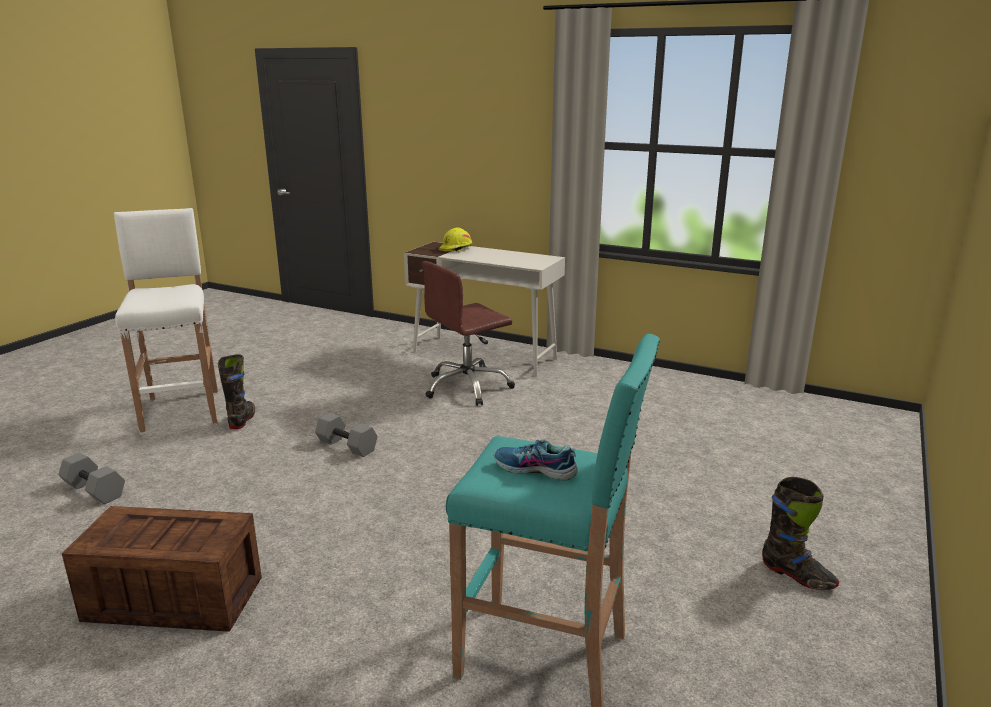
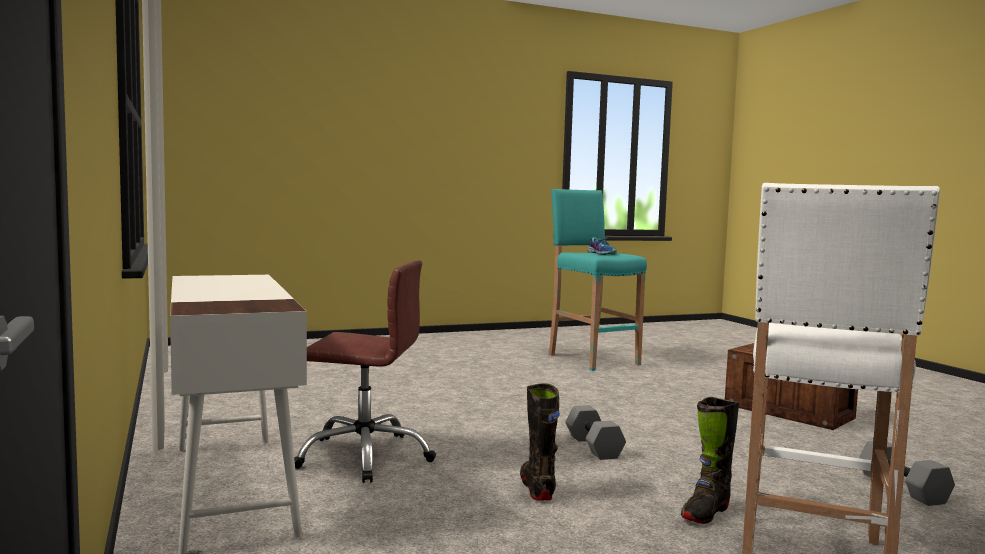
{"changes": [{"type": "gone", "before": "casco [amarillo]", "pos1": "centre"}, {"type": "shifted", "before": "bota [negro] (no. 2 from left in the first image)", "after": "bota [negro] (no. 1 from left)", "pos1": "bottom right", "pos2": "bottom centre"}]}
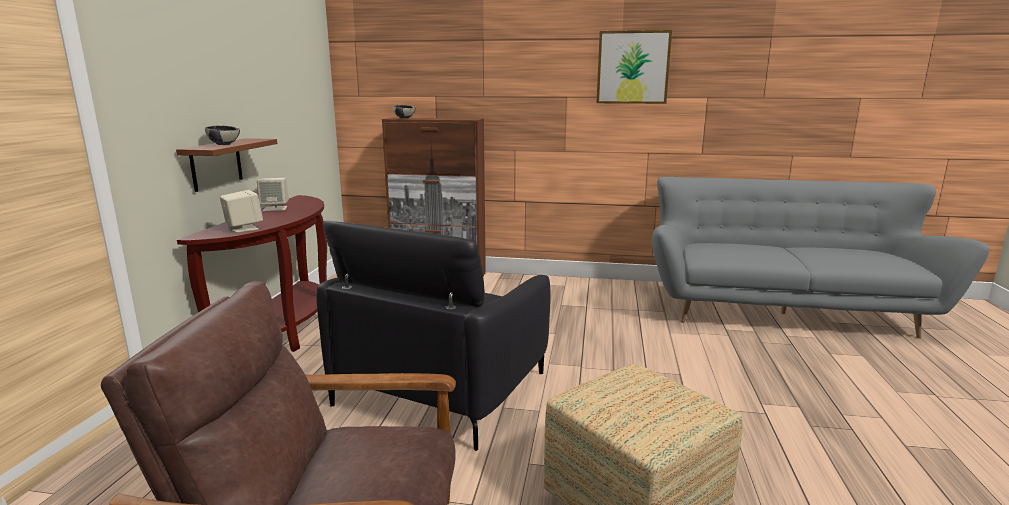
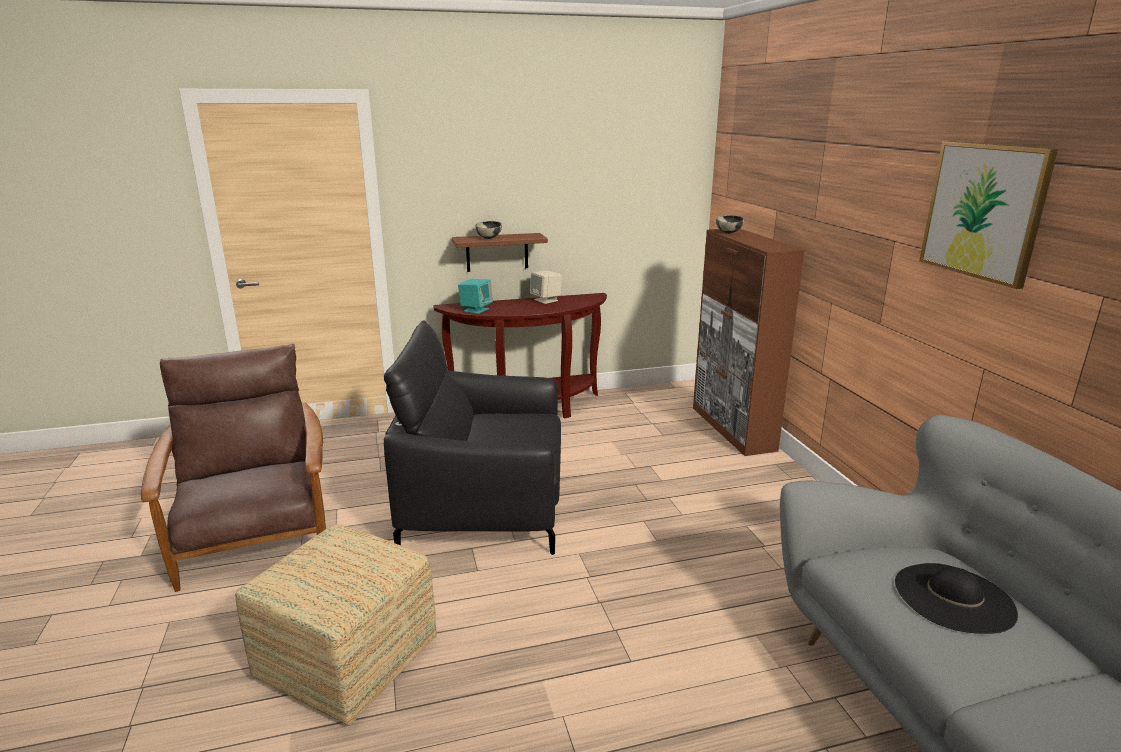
{"changes": [{"type": "new", "after": "sombrero [negro]", "pos2": "bottom right"}, {"type": "repainted", "before": "altavoz [beis] (no. 1 from left)", "after": "altavoz [turquesa]", "pos1": "middle left", "pos2": "centre"}]}
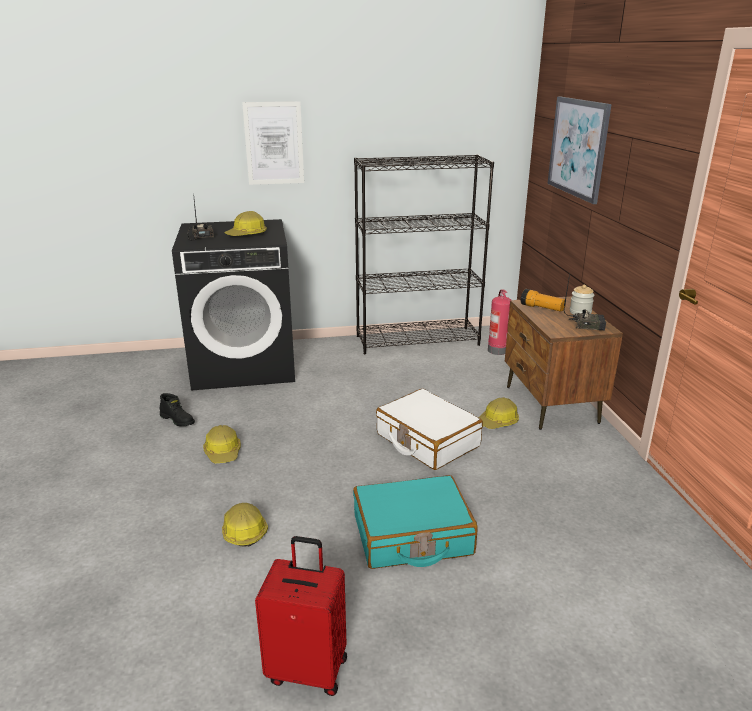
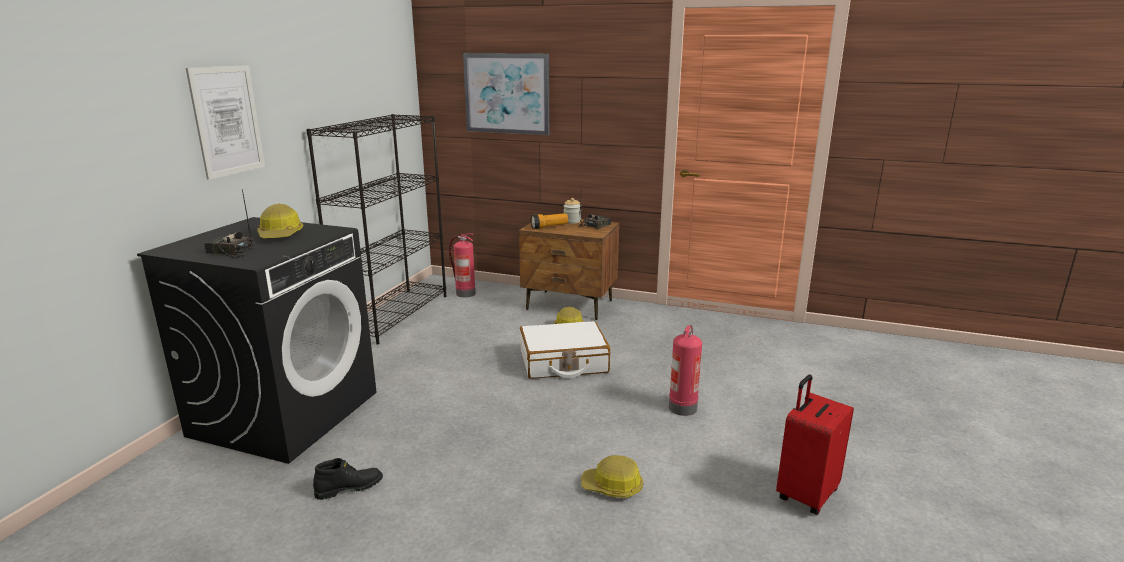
{"changes": [{"type": "gone", "before": "casco (no. 1 from left)", "pos1": "middle left"}, {"type": "swapped", "before": "maleta [turquesa]", "after": "extintor (no. 2 from left)", "pos1": "bottom centre", "pos2": "centre"}]}
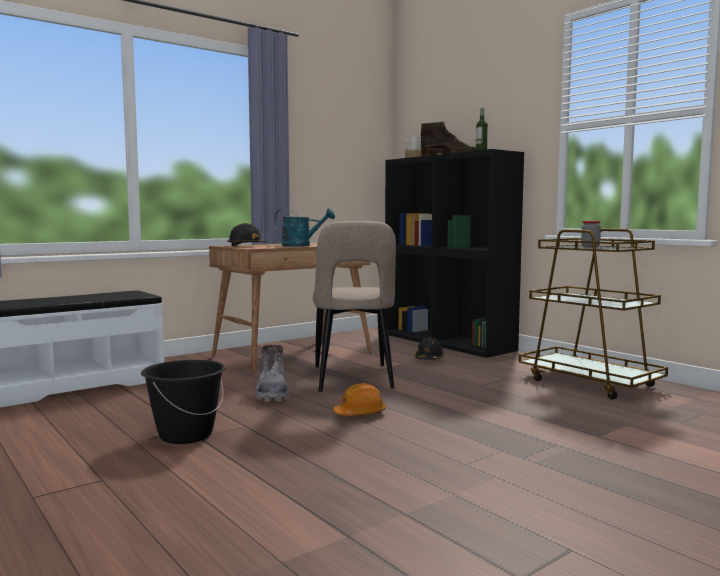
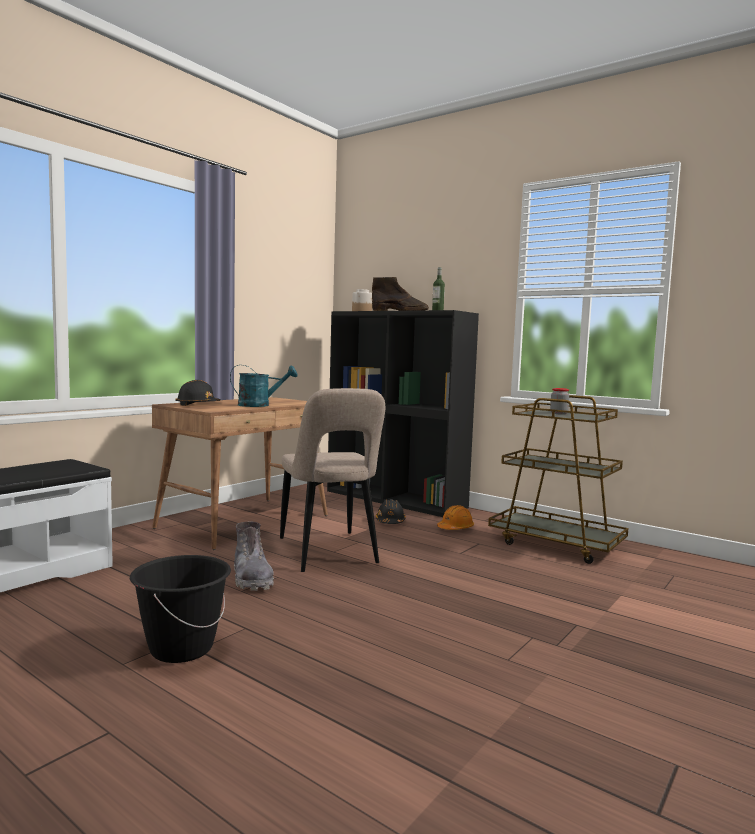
{"changes": [{"type": "shifted", "before": "casco [naranja]", "pos1": "bottom centre", "pos2": "centre"}]}
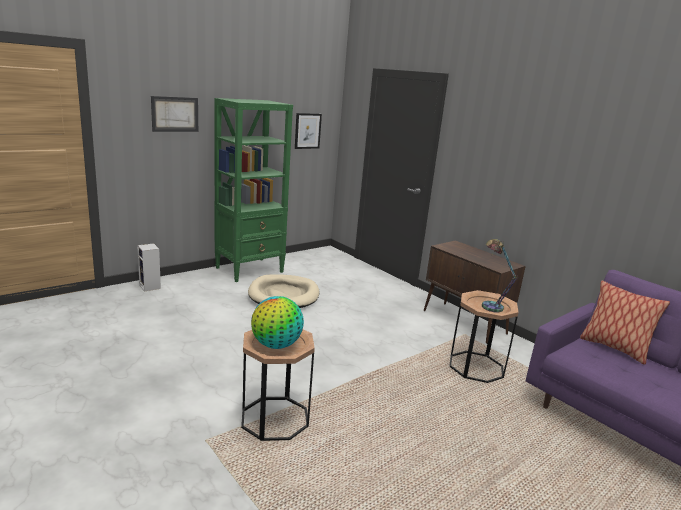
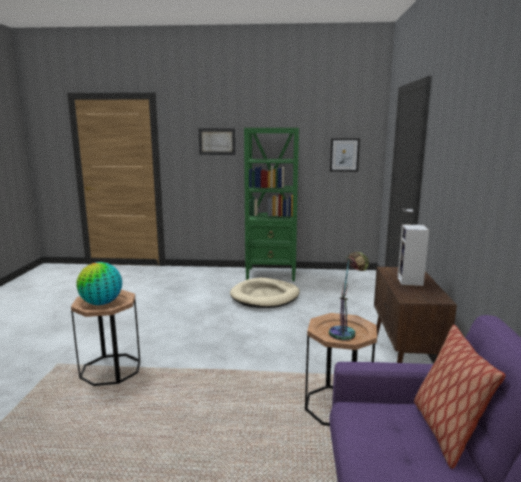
{"changes": [{"type": "shifted", "before": "altavoz", "pos1": "middle left", "pos2": "middle right"}]}
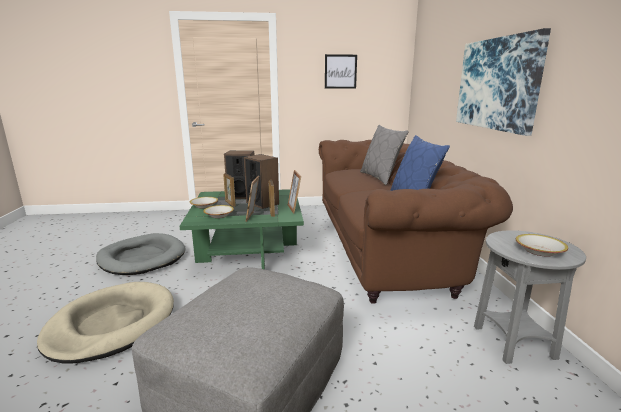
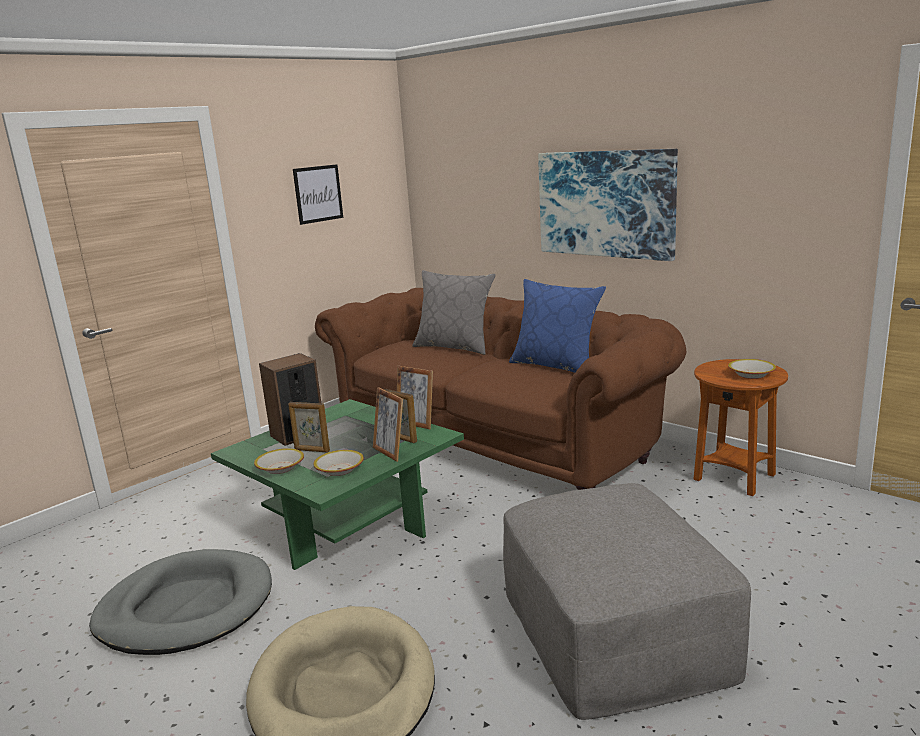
{"changes": [{"type": "gone", "before": "altavoz (no. 2 from left)", "pos1": "centre"}, {"type": "repainted", "before": "mesa auxiliar [gris]", "after": "mesa auxiliar [marrón]", "pos1": "bottom right", "pos2": "middle right"}]}
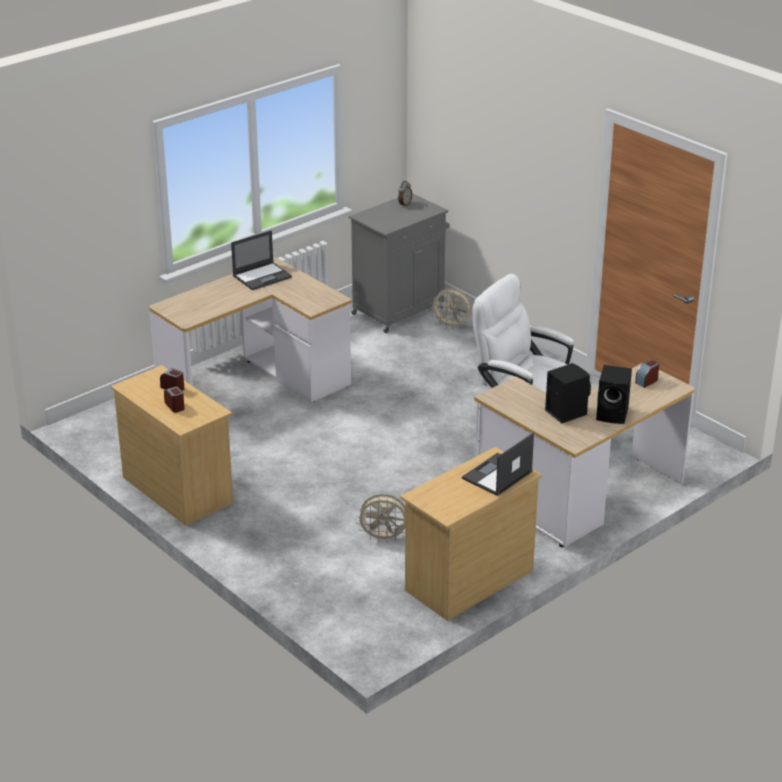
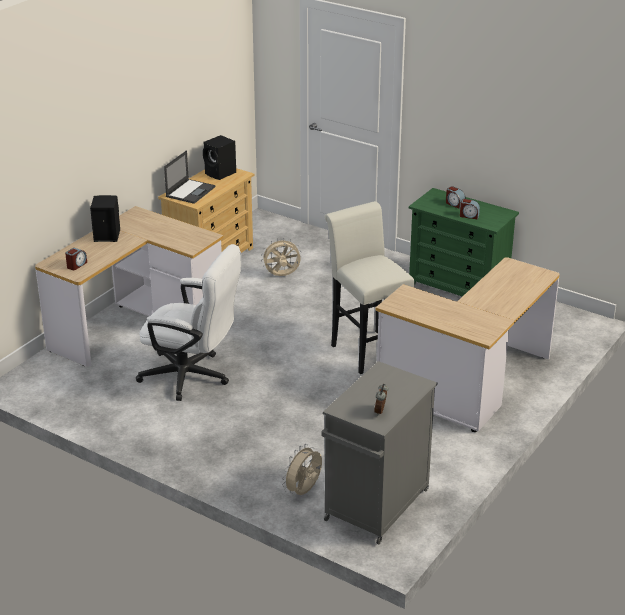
{"changes": [{"type": "gone", "before": "portátil (no. 1 from left)", "pos1": "top centre"}, {"type": "new", "after": "taburete [blanco]", "pos2": "centre"}, {"type": "shifted", "before": "altavoz [negro] (no. 1 from left in the first image)", "after": "altavoz [negro] (no. 2 from left)", "pos1": "middle right", "pos2": "top centre"}, {"type": "repainted", "before": "cómoda [beis] (no. 1 from left)", "after": "cómoda [verde]", "pos1": "middle left", "pos2": "middle right"}, {"type": "rotated", "before": "ventilador [beis] (no. 2 from left)", "pos1": "centre", "pos2": "bottom centre", "turn": -60}]}
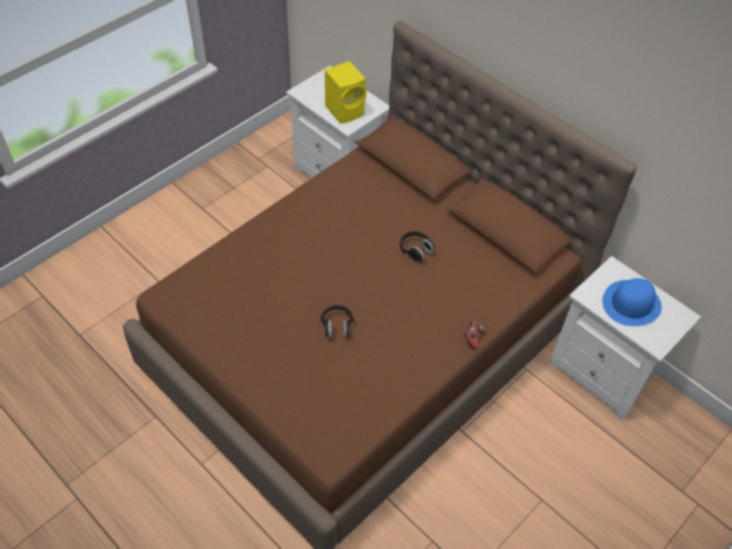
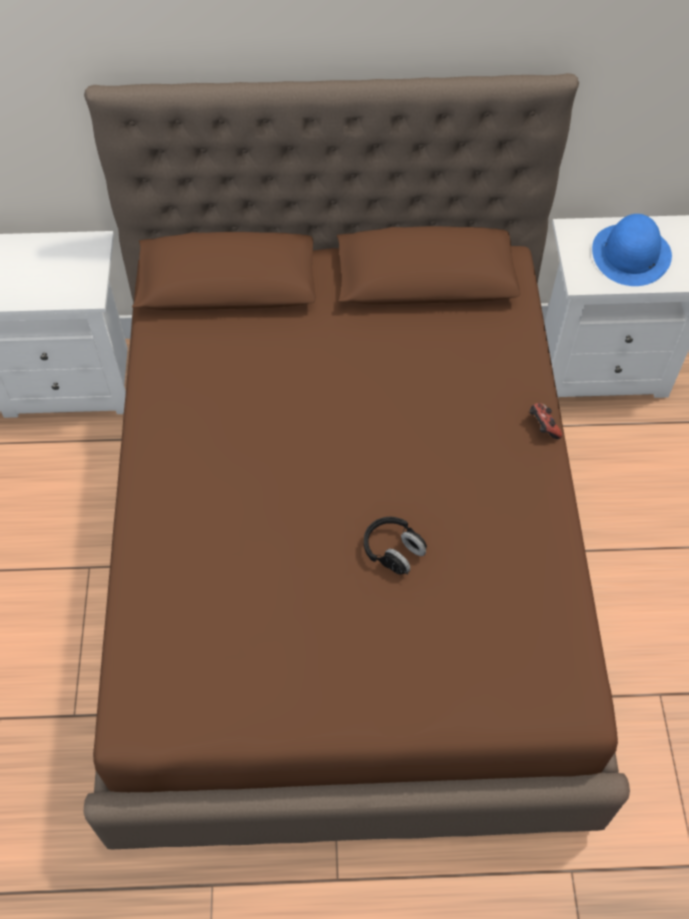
{"changes": [{"type": "gone", "before": "altavoz [amarillo]", "pos1": "top centre"}, {"type": "gone", "before": "auriculares [negro] (no. 2 from left)", "pos1": "centre"}]}
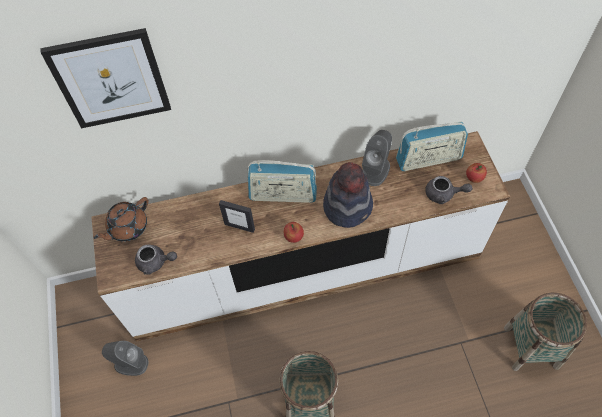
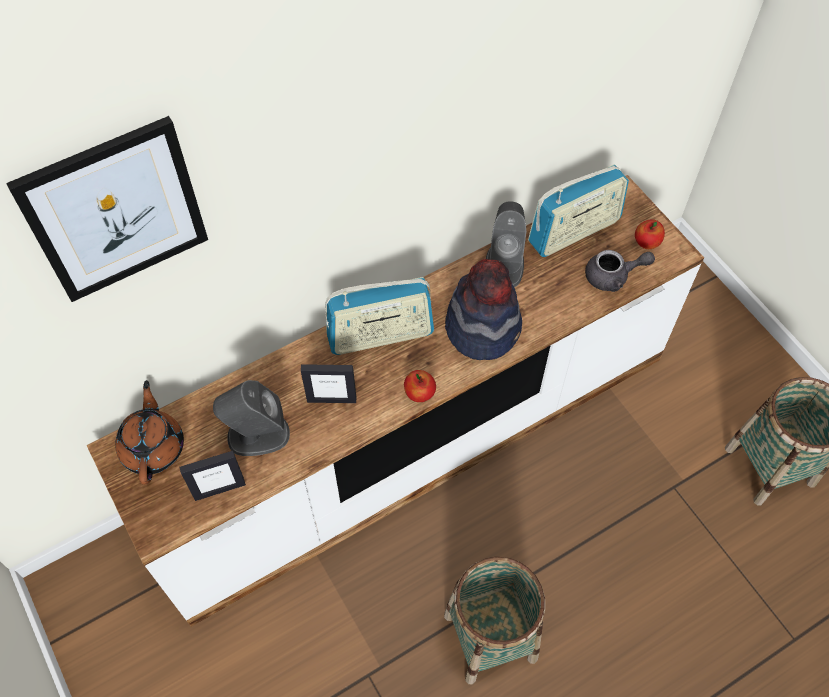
{"changes": [{"type": "shifted", "before": "altavoz [gris] (no. 1 from left)", "pos1": "bottom left", "pos2": "middle left"}, {"type": "swapped", "before": "tetera [gris] (no. 1 from left)", "after": "portarretratos (no. 1 from left)", "pos1": "middle left", "pos2": "bottom left"}, {"type": "rotated", "before": "tetera [marrón]", "pos1": "middle left", "pos2": "middle left", "turn": 150}]}
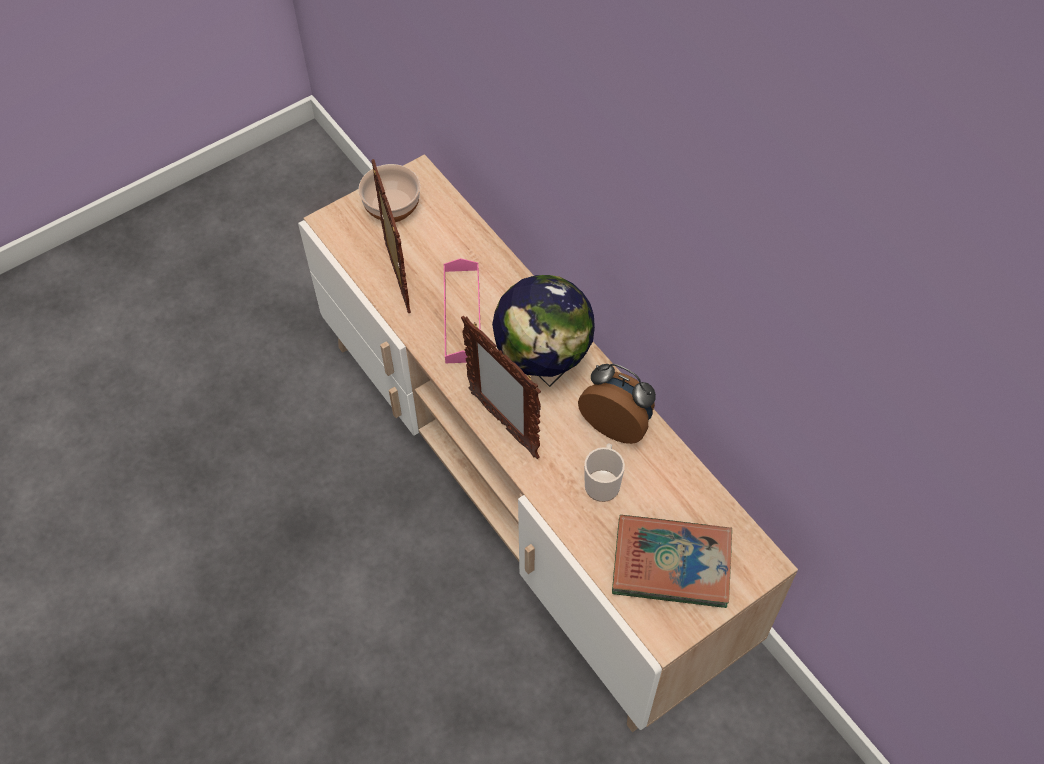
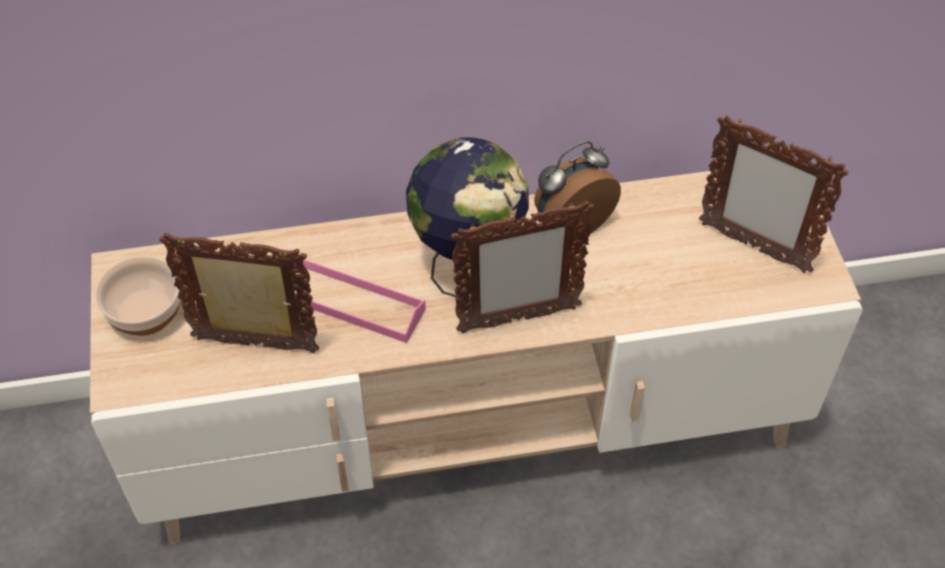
{"changes": [{"type": "gone", "before": "taza grande", "pos1": "centre"}, {"type": "swapped", "before": "libro", "after": "portarretratos (no. 3 from left)", "pos1": "bottom centre", "pos2": "middle right"}]}
